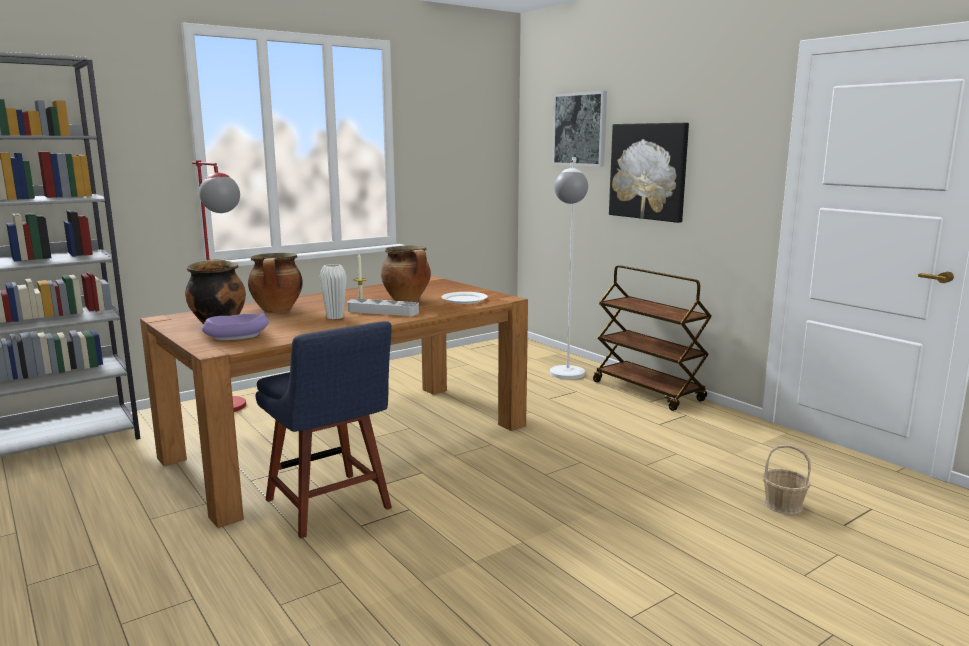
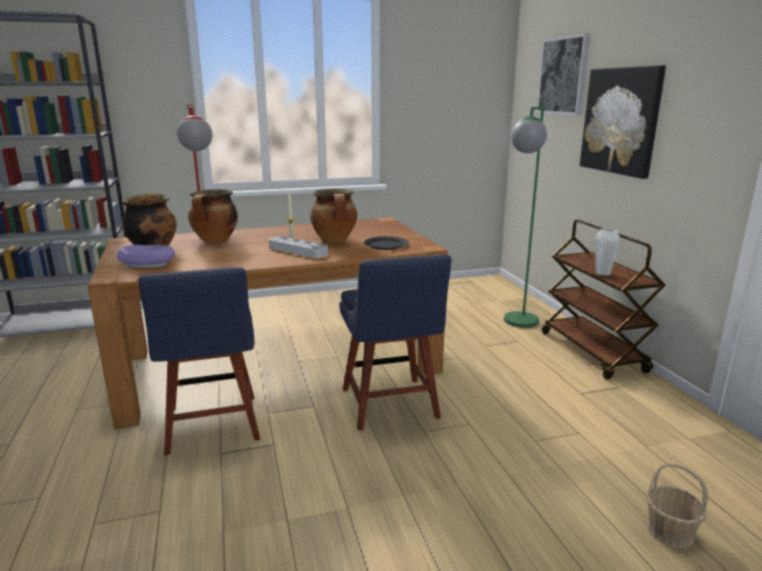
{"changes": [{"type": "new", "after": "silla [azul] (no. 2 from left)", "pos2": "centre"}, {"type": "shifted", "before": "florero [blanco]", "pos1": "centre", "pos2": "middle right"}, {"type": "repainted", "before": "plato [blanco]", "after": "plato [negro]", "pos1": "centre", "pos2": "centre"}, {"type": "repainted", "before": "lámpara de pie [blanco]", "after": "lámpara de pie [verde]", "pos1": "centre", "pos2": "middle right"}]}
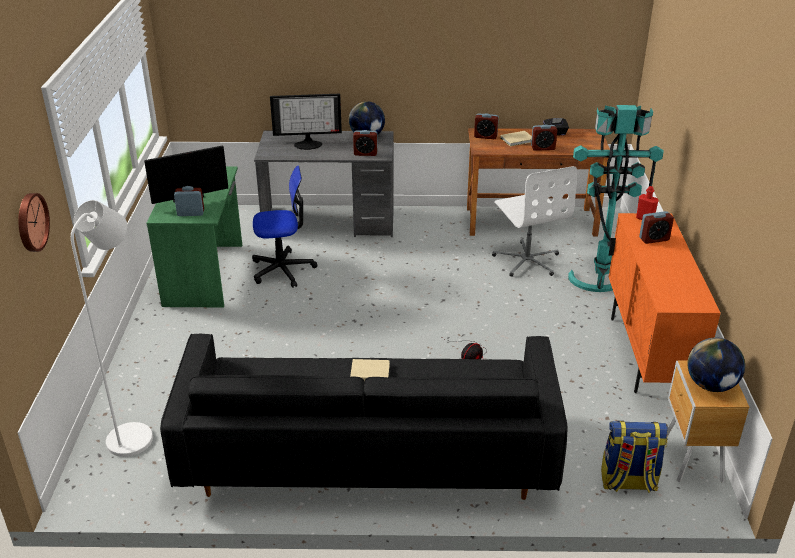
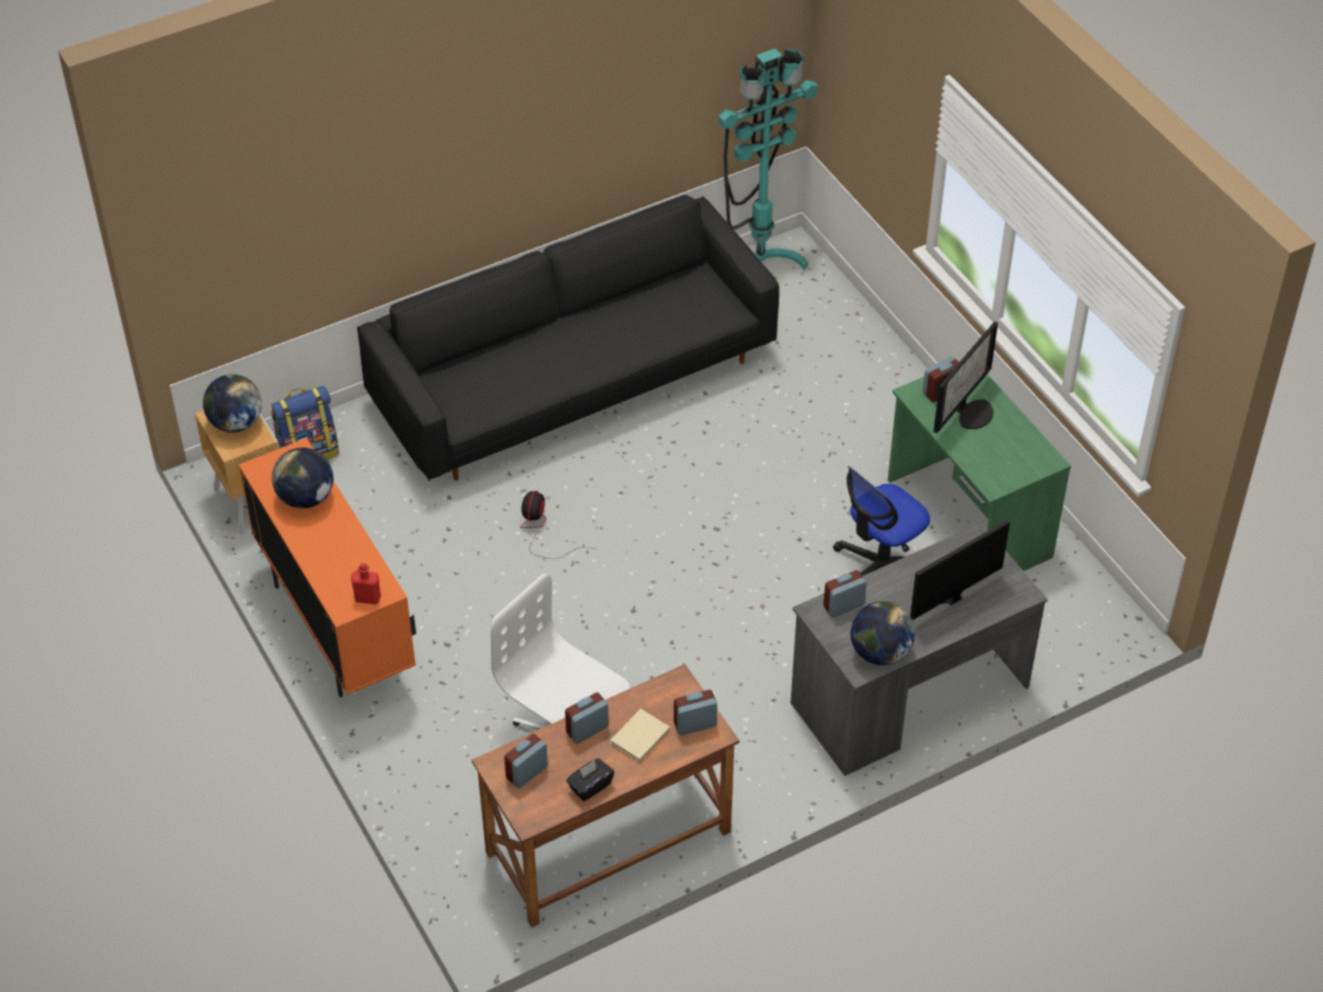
{"changes": [{"type": "gone", "before": "reloj de pared", "pos1": "middle left"}, {"type": "gone", "before": "lámpara de pie [blanco]", "pos1": "middle left"}, {"type": "gone", "before": "libro [beis] (no. 1 from left)", "pos1": "centre"}, {"type": "new", "after": "globo terráqueo (no. 2 from left)", "pos2": "middle left"}, {"type": "shifted", "before": "lámpara de pie [turquesa]", "pos1": "middle right", "pos2": "top centre"}, {"type": "shifted", "before": "despertador (no. 5 from left in the first image)", "after": "despertador (no. 1 from left)", "pos1": "middle right", "pos2": "bottom centre"}]}
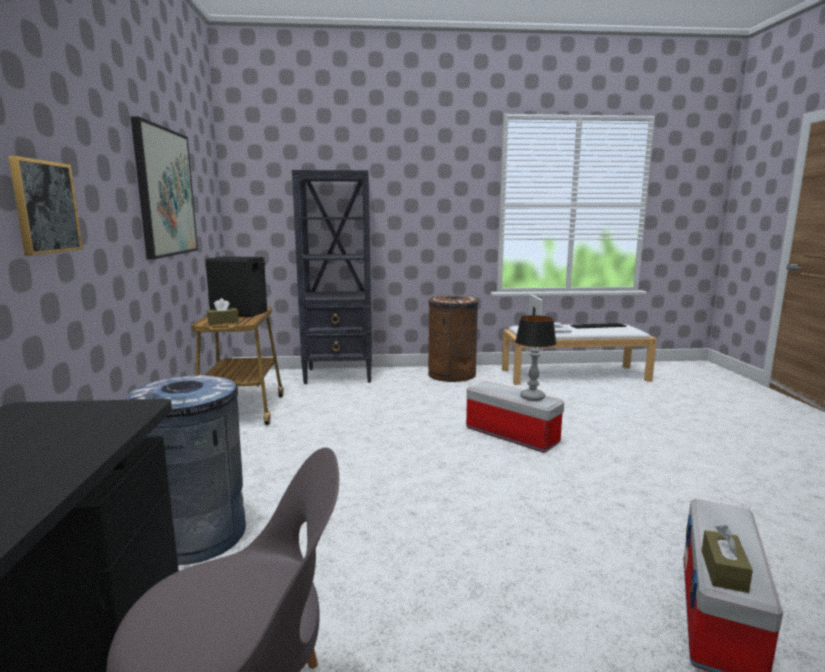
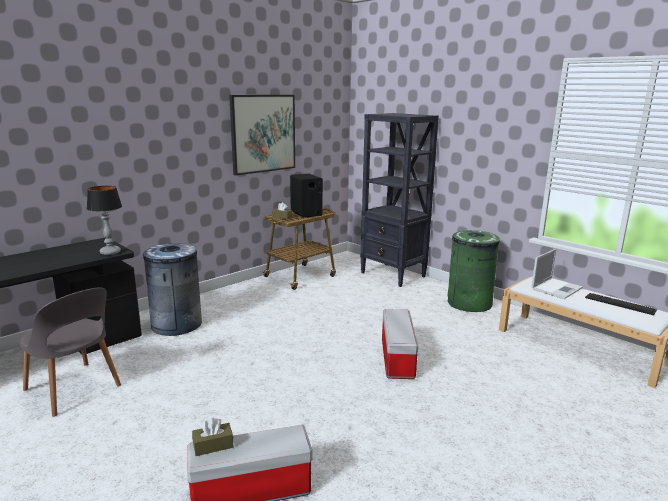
{"changes": [{"type": "gone", "before": "cuadro (no. 1 from left)", "pos1": "top left"}, {"type": "shifted", "before": "lámpara de mesa", "pos1": "centre", "pos2": "middle left"}, {"type": "repainted", "before": "papelera [marrón]", "after": "papelera [verde]", "pos1": "centre", "pos2": "middle right"}]}
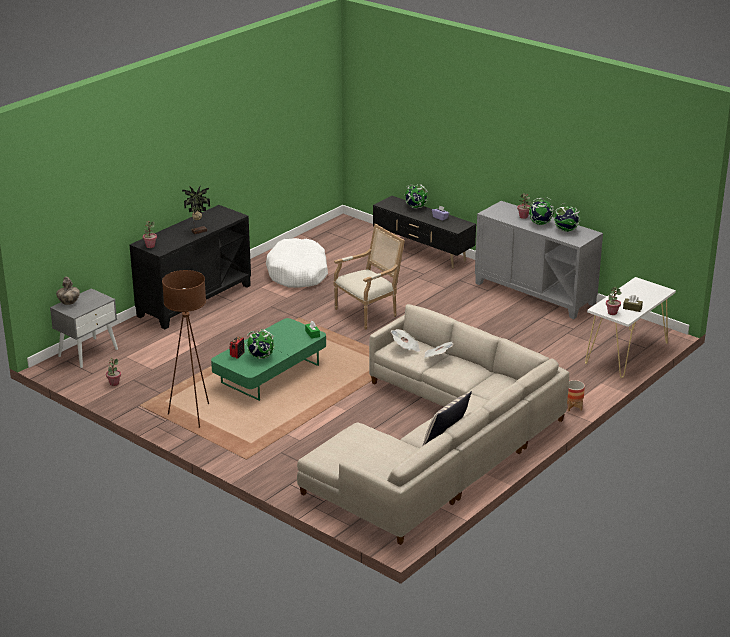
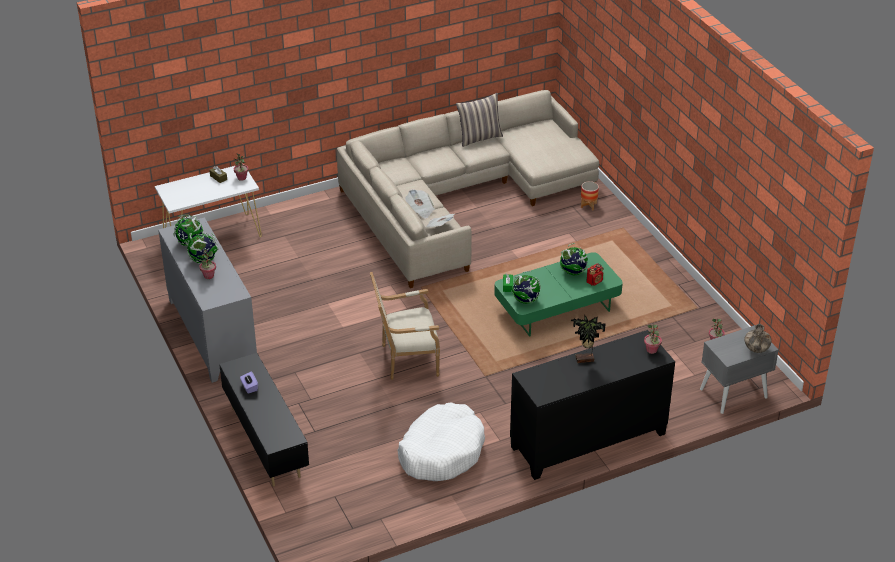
{"changes": [{"type": "gone", "before": "lámpara de pie [marrón]", "pos1": "middle left"}, {"type": "shifted", "before": "globo terráqueo (no. 2 from left in the first image)", "after": "globo terráqueo (no. 3 from left)", "pos1": "top centre", "pos2": "centre"}, {"type": "shifted", "before": "maceta", "pos1": "middle right", "pos2": "centre"}]}
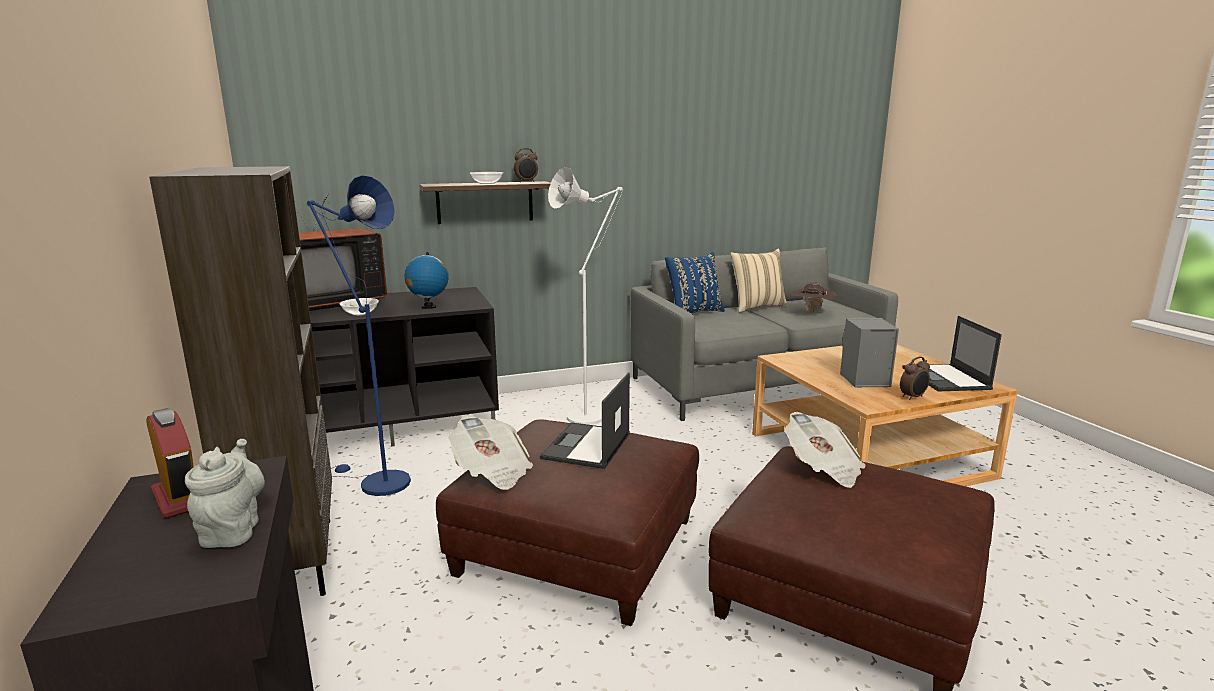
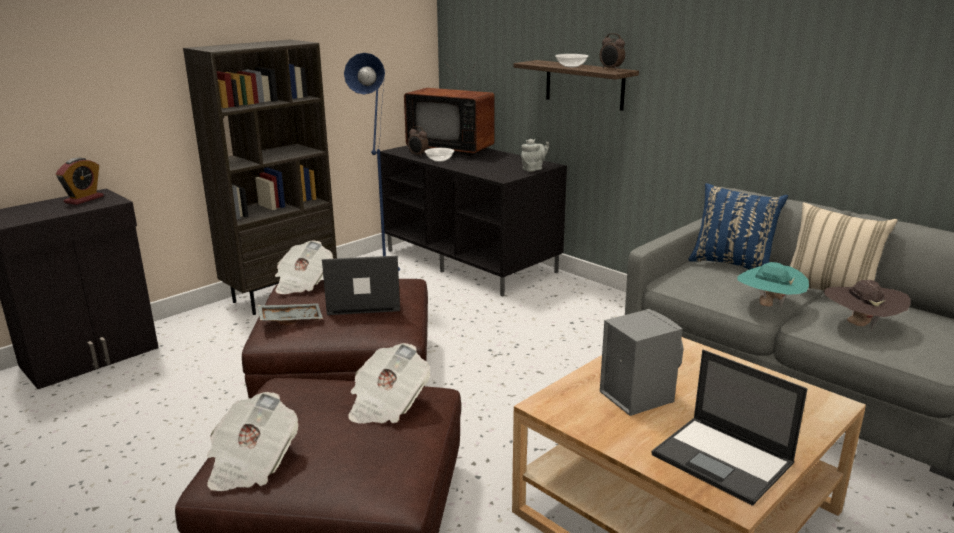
{"changes": [{"type": "gone", "before": "globo terráqueo", "pos1": "centre"}, {"type": "gone", "before": "lámpara de pie [blanco]", "pos1": "centre"}, {"type": "new", "after": "periódico (no. 1 from left)", "pos2": "bottom left"}, {"type": "new", "after": "bandeja [gris]", "pos2": "middle left"}, {"type": "new", "after": "sombrero [turquesa]", "pos2": "middle right"}, {"type": "shifted", "before": "tetera [gris]", "pos1": "bottom left", "pos2": "top centre"}, {"type": "shifted", "before": "despertador (no. 3 from left in the first image)", "after": "despertador (no. 2 from left)", "pos1": "middle right", "pos2": "top centre"}, {"type": "rotated", "before": "portátil (no. 2 from left)", "pos1": "middle right", "pos2": "bottom right", "turn": -105}]}
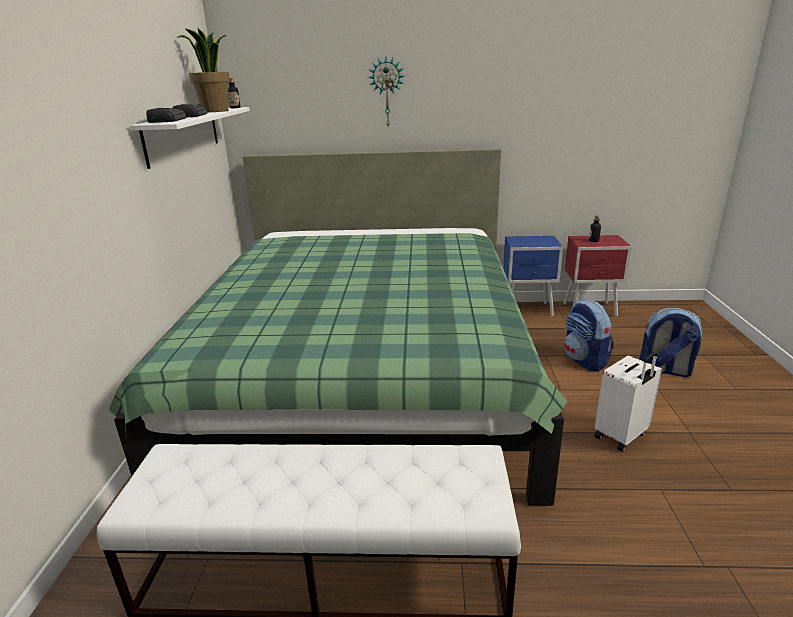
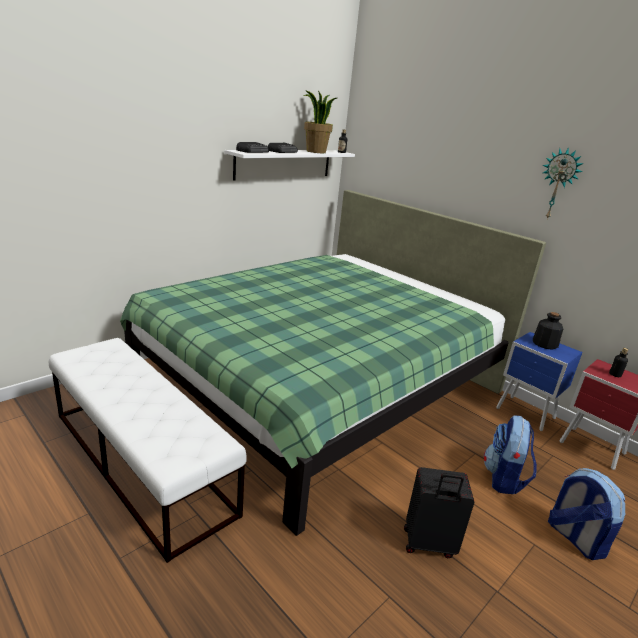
{"changes": [{"type": "new", "after": "botella (no. 2 from left)", "pos2": "middle right"}, {"type": "shifted", "before": "reloj de pared", "pos1": "top centre", "pos2": "top right"}, {"type": "repainted", "before": "maleta [blanco]", "after": "maleta [negro]", "pos1": "middle right", "pos2": "bottom right"}]}
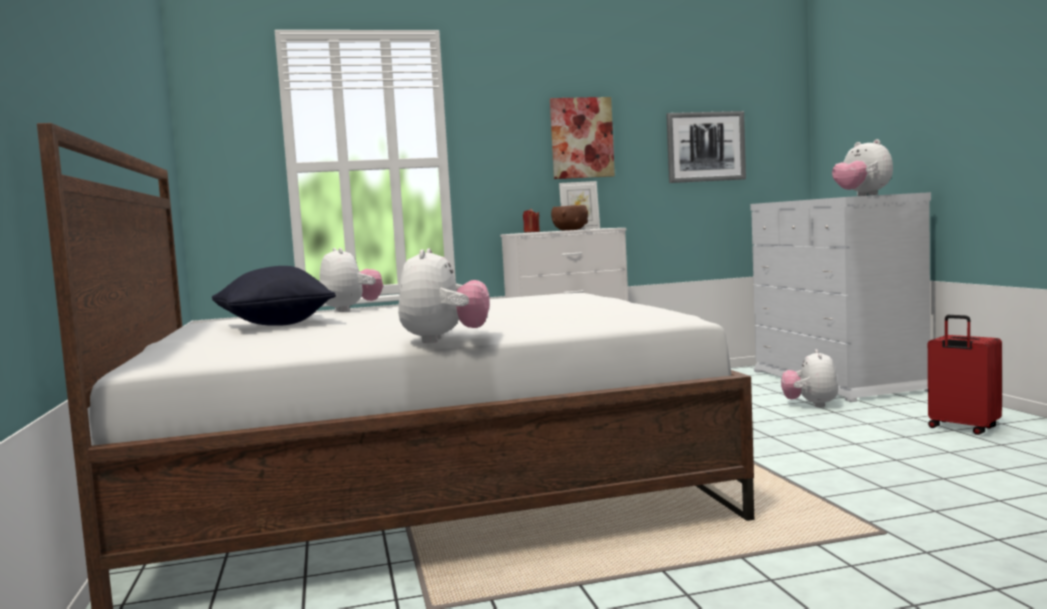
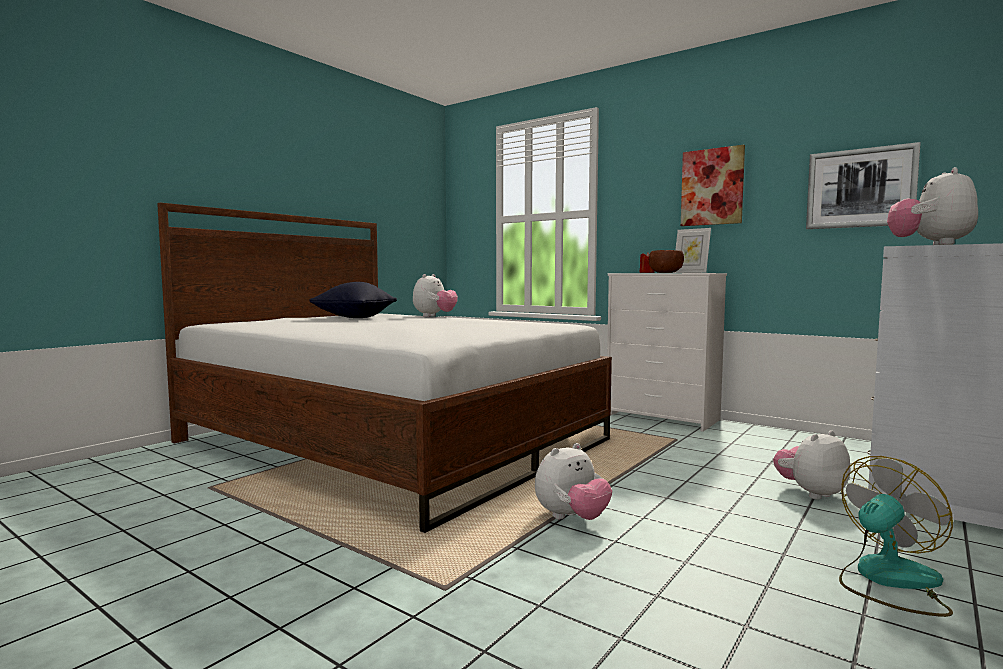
{"changes": [{"type": "shifted", "before": "peluche (no. 2 from left)", "pos1": "centre", "pos2": "bottom centre"}, {"type": "swapped", "before": "maleta [rojo]", "after": "ventilador", "pos1": "middle right", "pos2": "bottom right"}]}
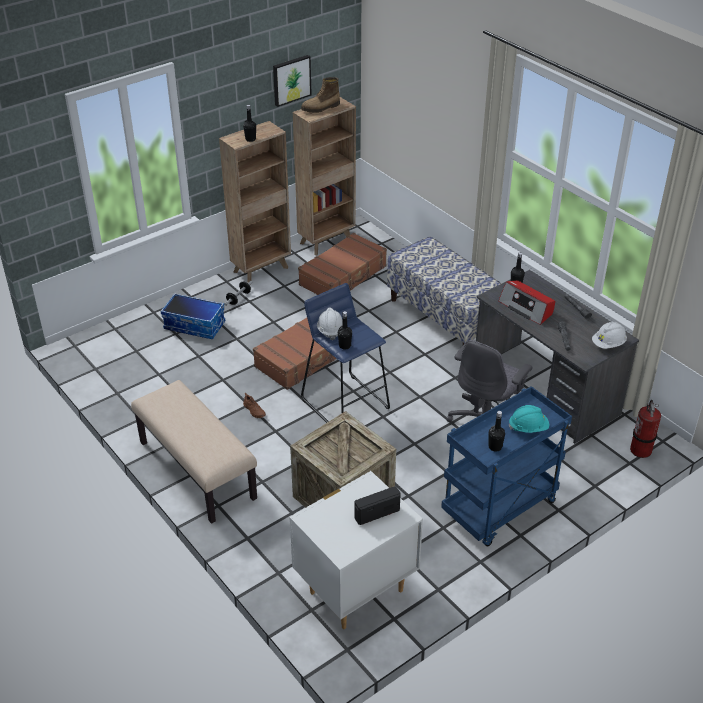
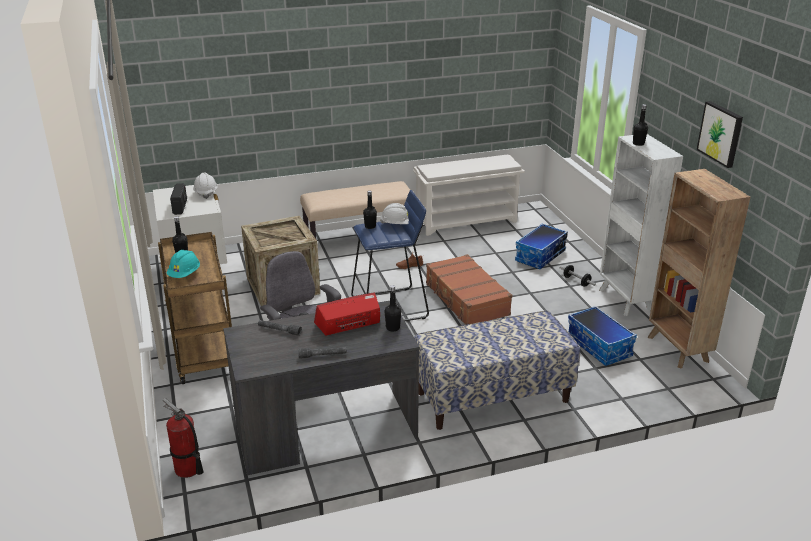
{"changes": [{"type": "gone", "before": "bota", "pos1": "top centre"}, {"type": "new", "after": "zapatero [blanco]", "pos2": "centre"}, {"type": "shifted", "before": "casco [blanco] (no. 2 from left in the first image)", "after": "casco [blanco] (no. 1 from left)", "pos1": "middle right", "pos2": "middle left"}, {"type": "swapped", "before": "maleta [marrón] (no. 2 from left)", "after": "caja de almacenaje (no. 2 from left)", "pos1": "centre", "pos2": "middle right"}, {"type": "repainted", "before": "estantería [marrón] (no. 1 from left)", "after": "estantería [blanco]", "pos1": "top centre", "pos2": "middle right"}, {"type": "repainted", "before": "carrito [azul]", "after": "carrito [marrón]", "pos1": "middle right", "pos2": "middle left"}]}
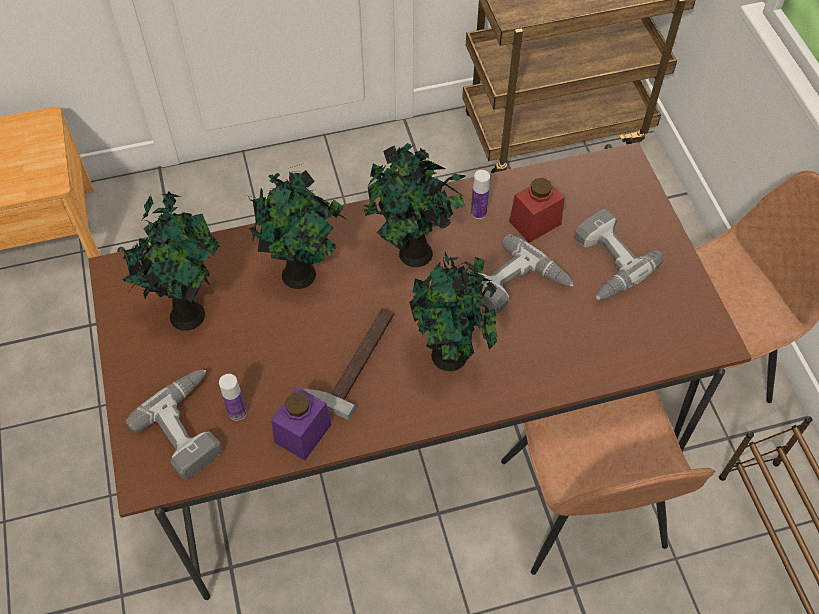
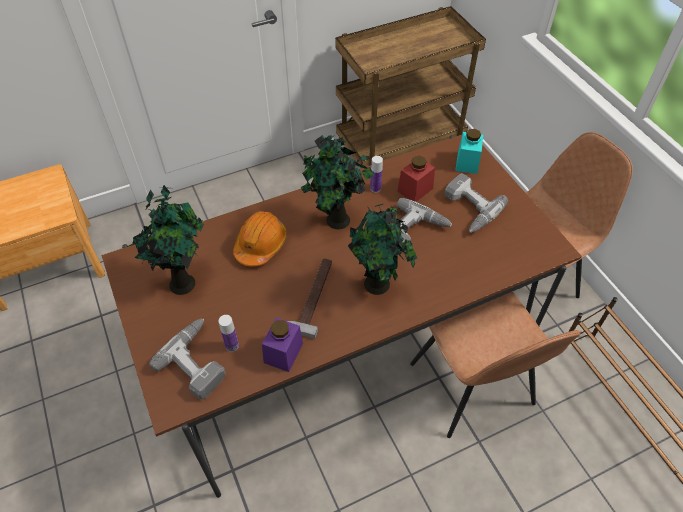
{"changes": [{"type": "new", "after": "tarro [turquesa]", "pos2": "top right"}, {"type": "swapped", "before": "planta en maceta (no. 2 from left)", "after": "casco [naranja]", "pos1": "centre", "pos2": "centre"}]}
